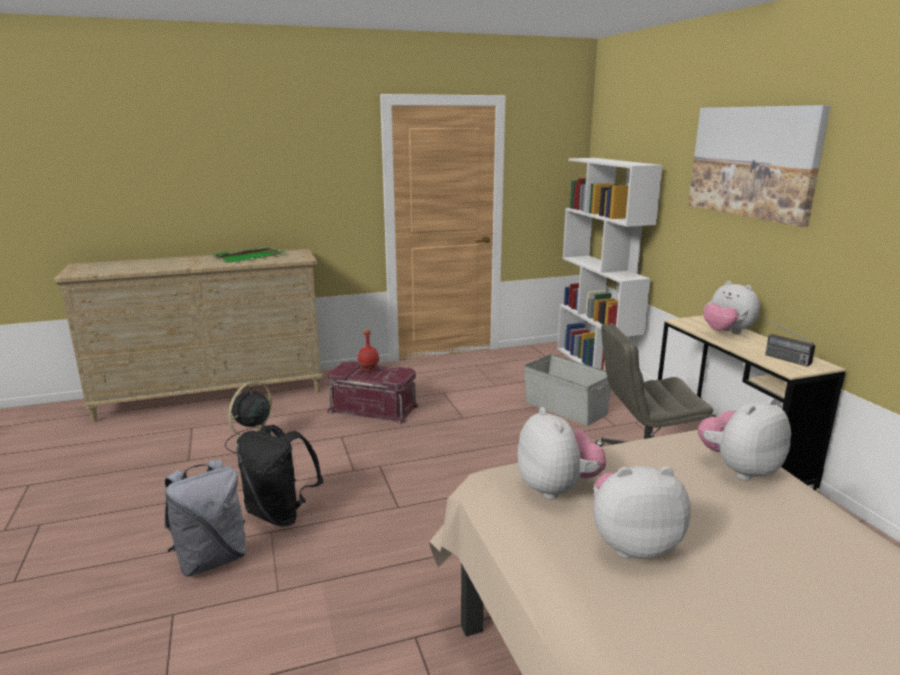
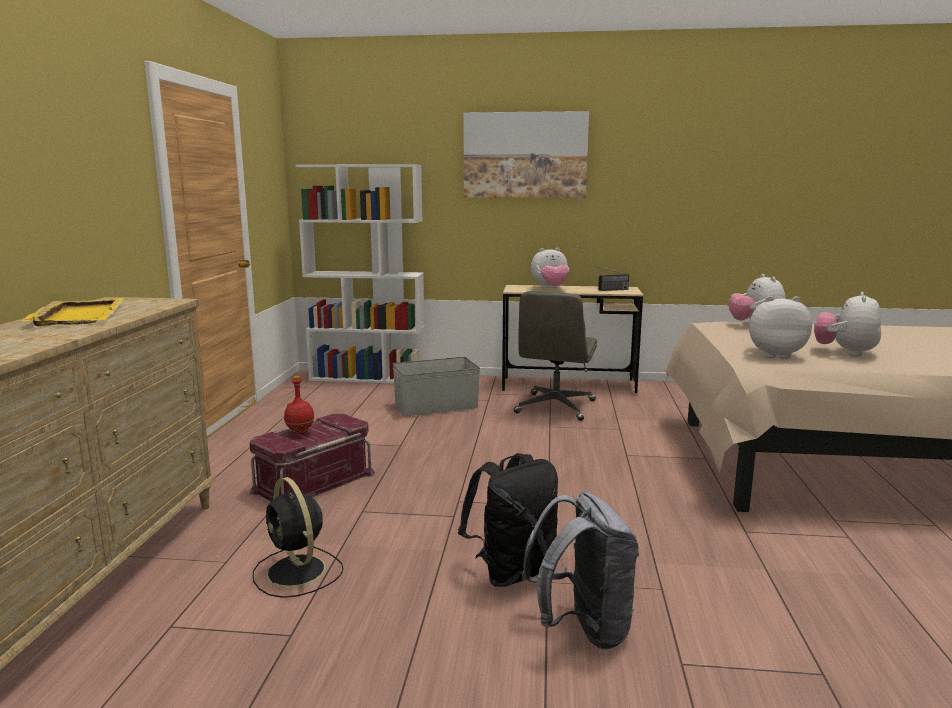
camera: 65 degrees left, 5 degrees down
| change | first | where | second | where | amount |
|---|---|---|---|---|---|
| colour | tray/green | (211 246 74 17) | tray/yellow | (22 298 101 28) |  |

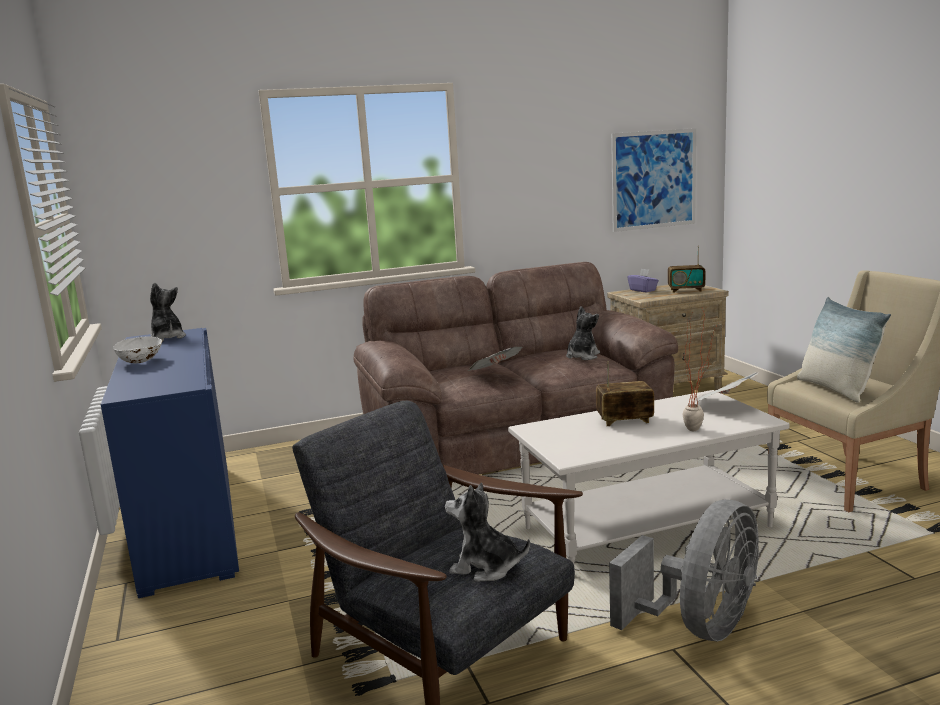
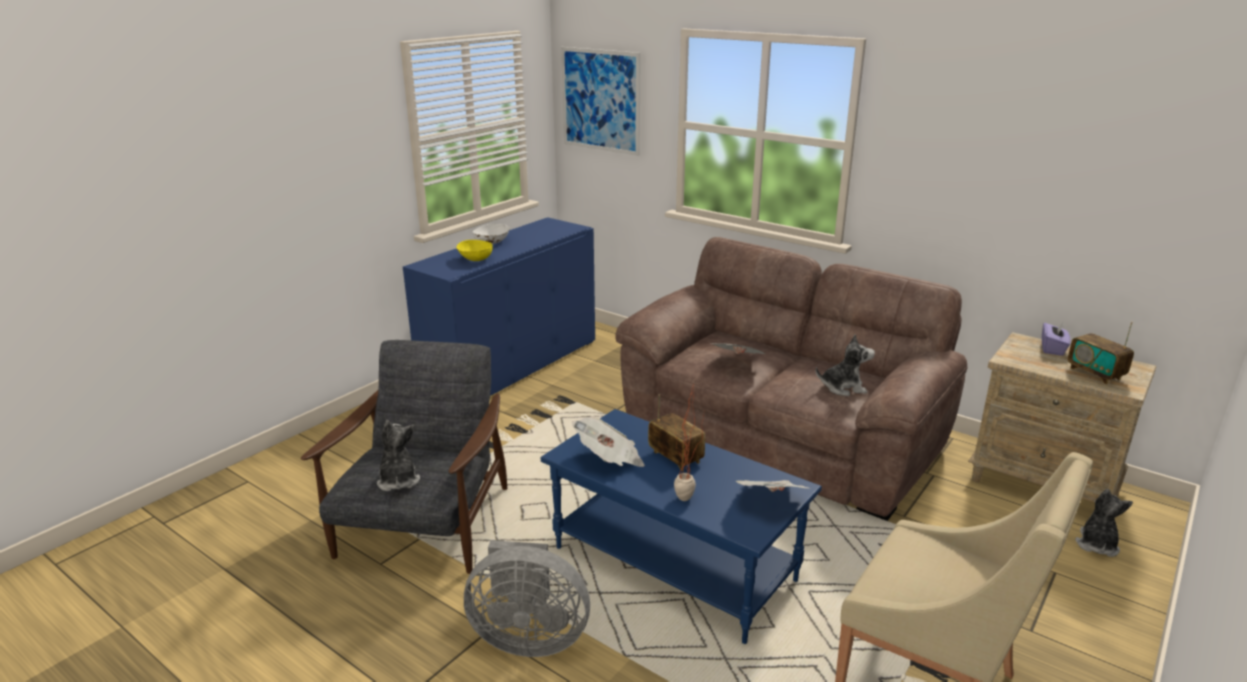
camera: 55 degrees right, 10 degrees up
| change | first | where | second | where | amount |
|---|---|---|---|---|---|
| missing | pillow | (797 297 94 106) |  |  |  |
| appeared |  |  | bowl/yellow | (456 240 37 21) |  |
| appeared |  |  | newspaper | (572 417 73 50) |  |
| relocated | plush toy | (150 283 36 58) |  | (1075 489 58 68) |  |
| relocated | picture | (611 128 85 104) |  | (561 47 80 109) |  |
| colour | coffee table/white | (508 390 282 174) | coffee table/blue | (541 409 281 235) |  |

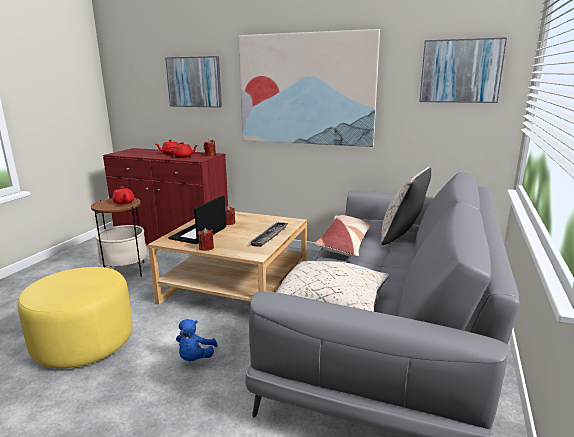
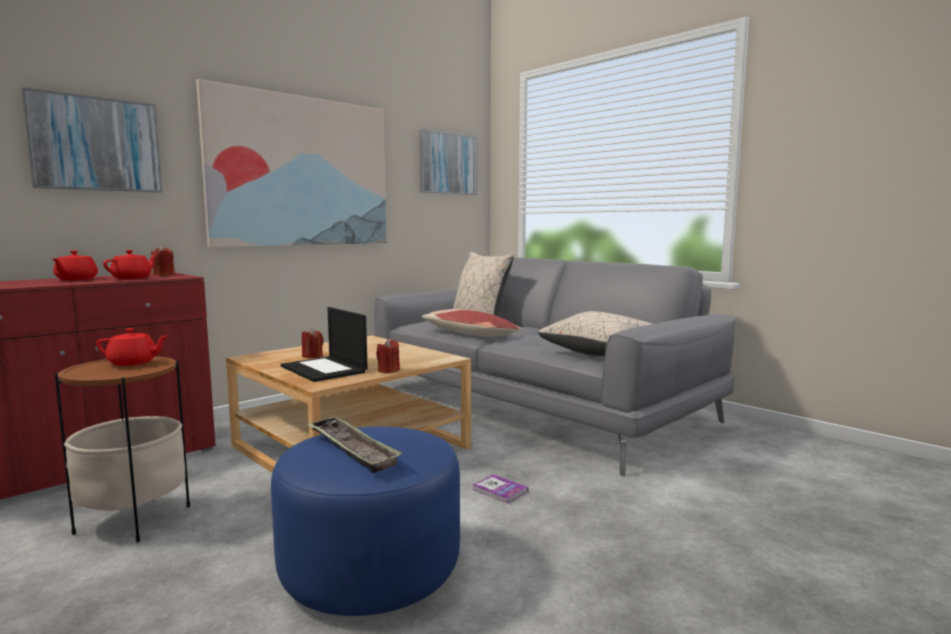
camera: 65 degrees left, 10 degrees down
| change | first | where | second | where | amount |
|---|---|---|---|---|---|
| relocated | tray | (249 222 39 25) |  | (307 416 96 57) |  |
| exchanged | plush toy/blue | (176 319 42 42) | book | (472 475 56 28) |  |
| colour | ottoman/yellow | (17 267 116 102) | ottoman/blue | (271 426 189 190) |  |

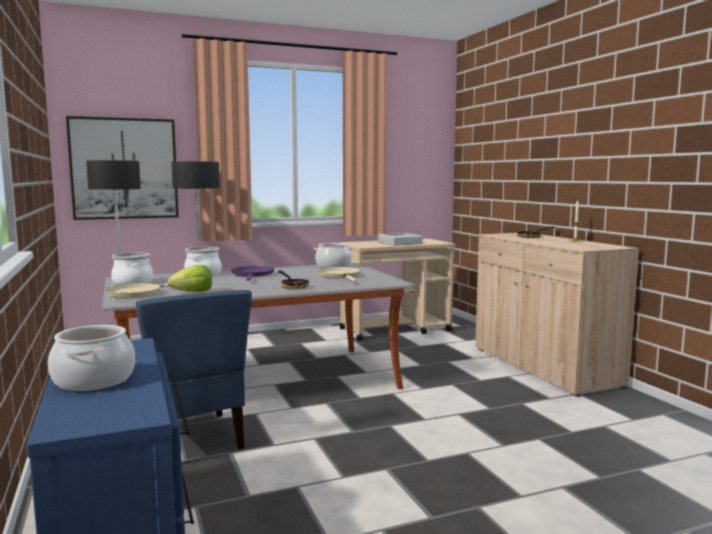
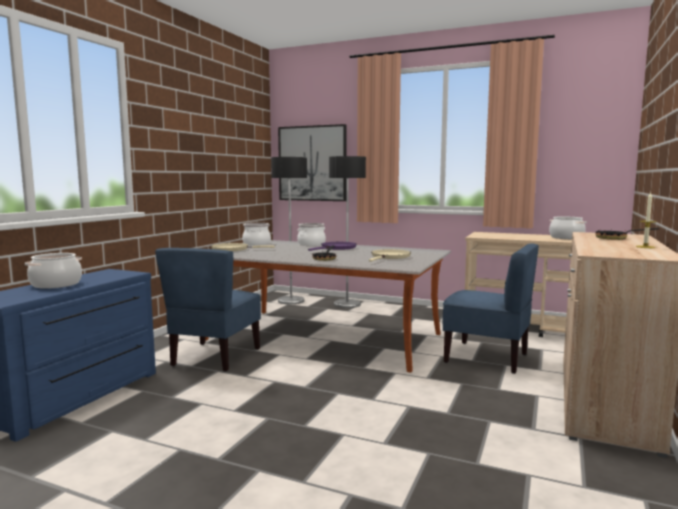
camera: 45 degrees right, 0 degrees up
| change | first | where | second | where | amount |
|---|---|---|---|---|---|
| missing | lettuce | (167 265 45 27) |  |  |  |
| missing | tray/grey | (378 233 45 13) |  |  |  |
| appeared |  |  | chair/blue | (442 243 97 131) |  |
| relocated | cooking pot | (314 243 39 25) |  | (549 216 38 23) |  |

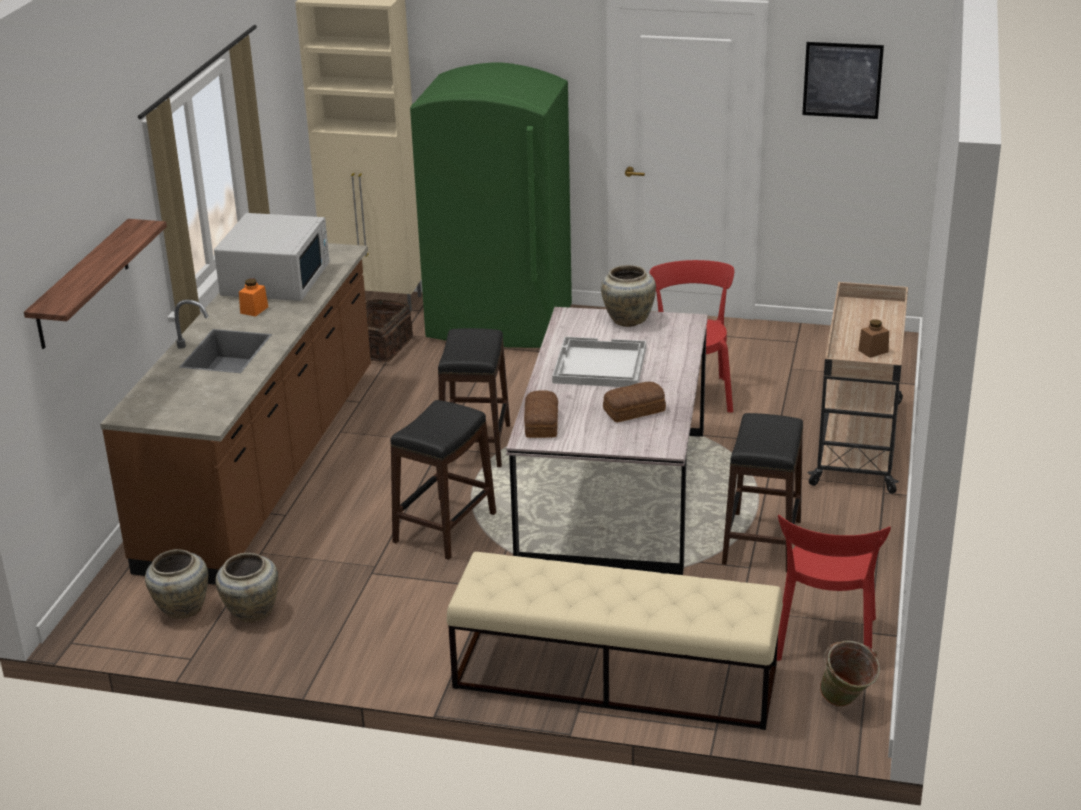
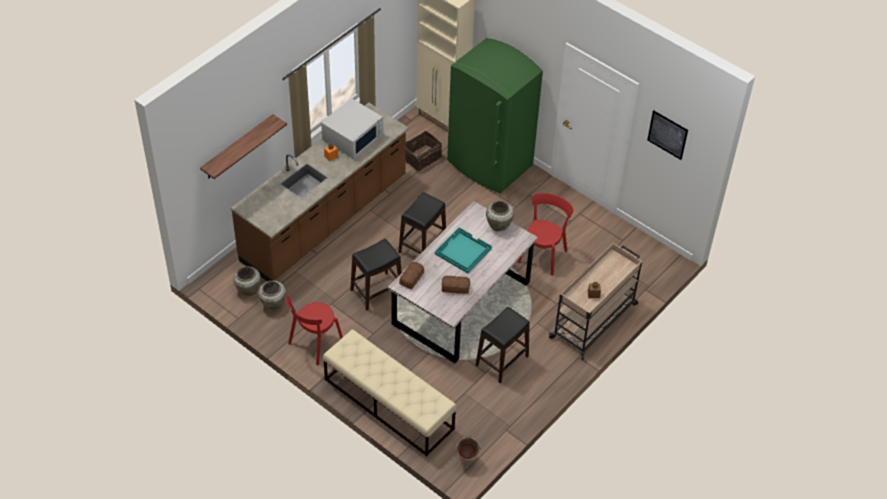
camera: 25 degrees right, 20 degrees up
| change | first | where | second | where | amount |
|---|---|---|---|---|---|
| relocated | chair/red | (777 515 114 146) |  | (286 295 57 71) |  |
| colour | tray/white | (552 337 94 50) | tray/turquoise | (435 227 57 47) |  |

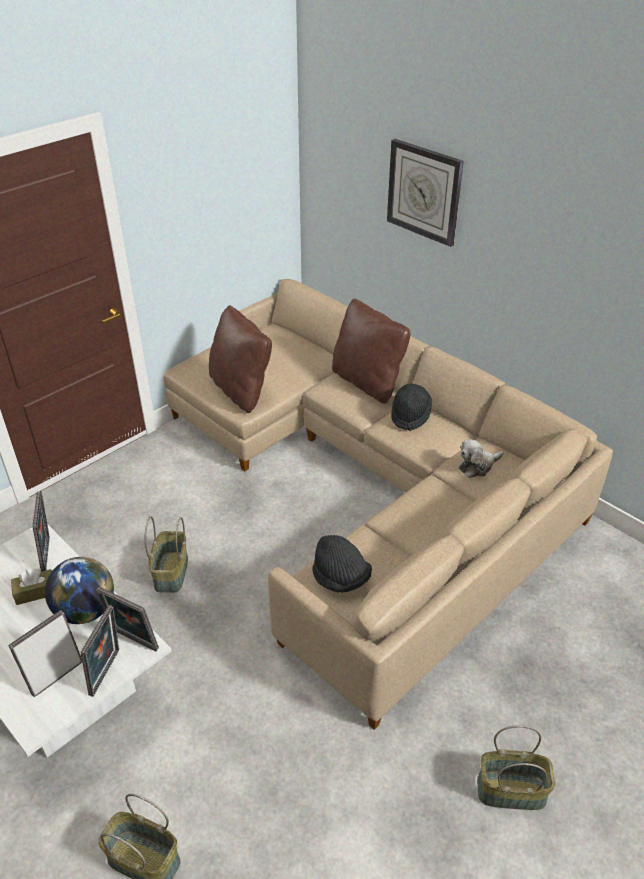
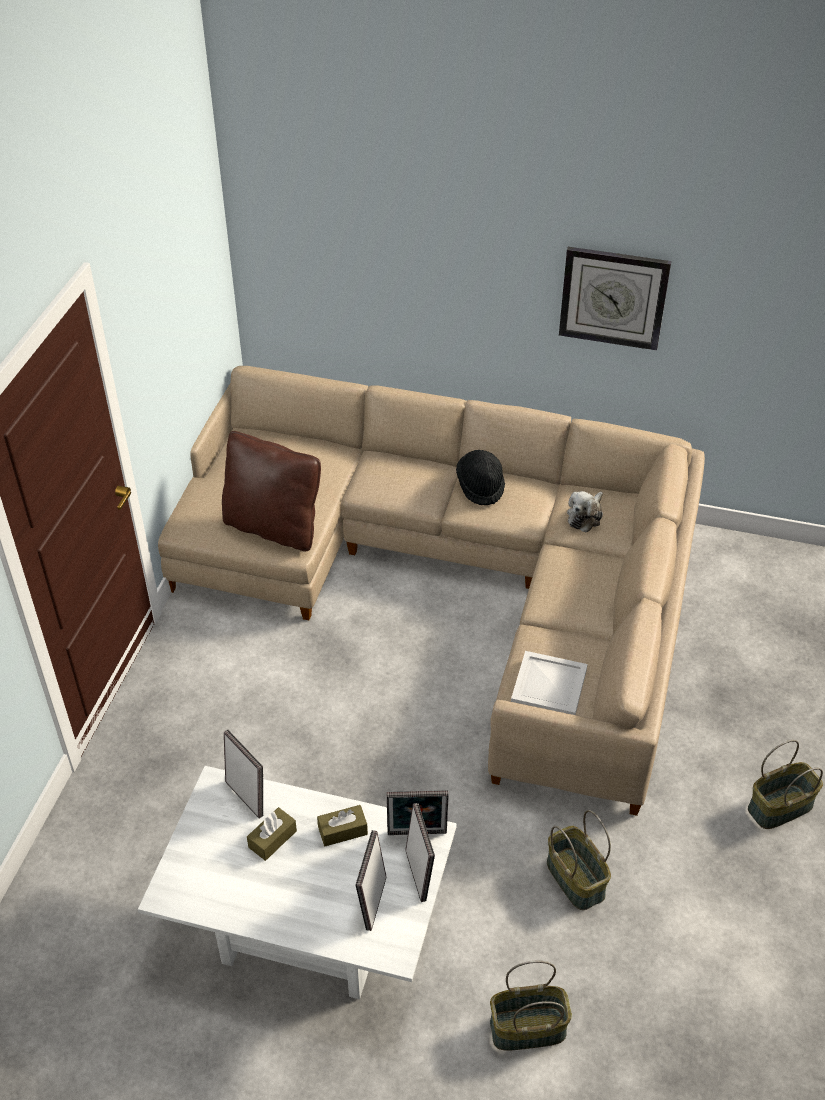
camera: 30 degrees left, 5 degrees up
| change | first | where | second | where | amount |
|---|---|---|---|---|---|
| missing | pillow/brown | (332 299 79 105) |  |  |  |
| relocated | basket | (145 516 43 77) |  | (547 810 64 100) |  |
| relocated | wall clock | (387 139 77 108) |  | (559 247 112 103) |  |
| exchanged | globe | (45 557 69 67) | tissue box/brown | (317 805 51 41) |  |
| exchanged | hat/black | (312 535 60 58) | tray/white | (511 651 77 64) |  |

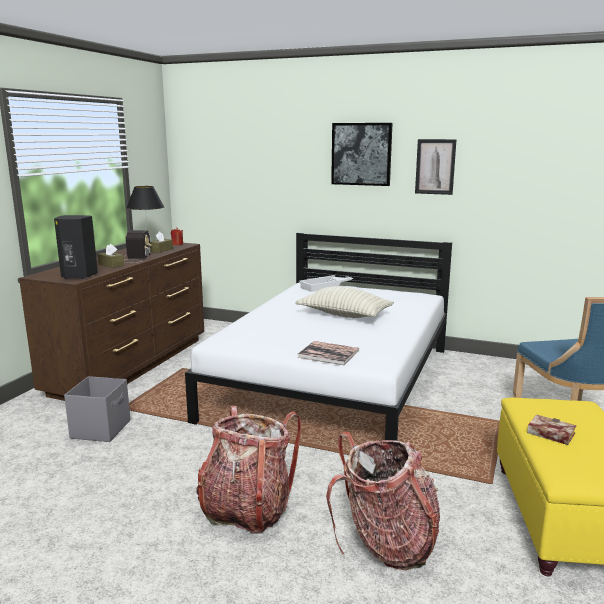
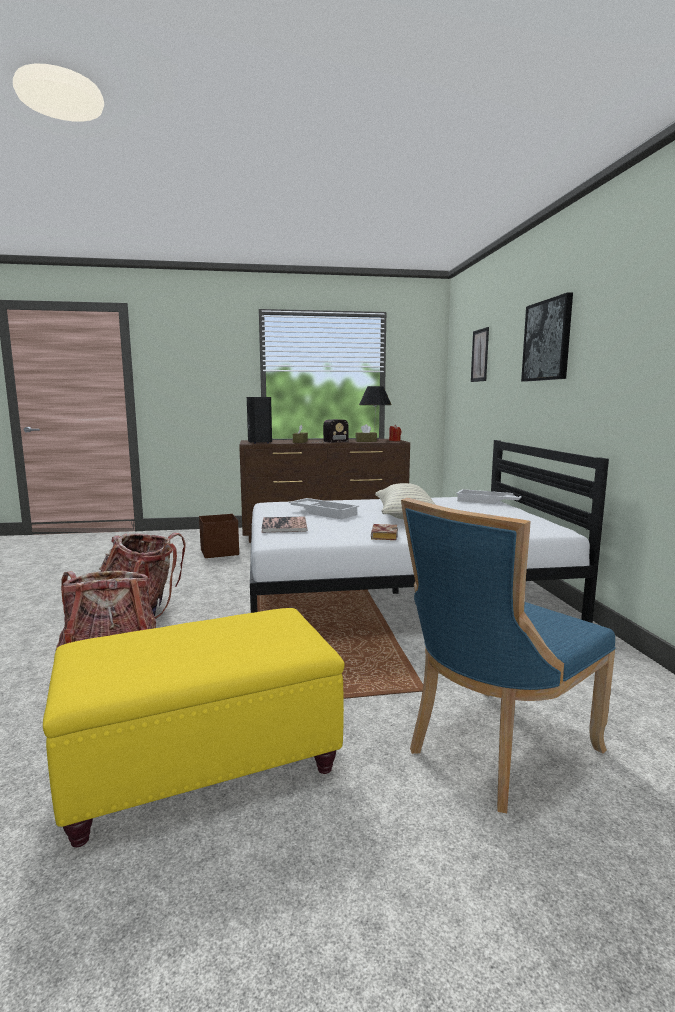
camera: 60 degrees right, 5 degrees down
| change | first | where | second | where | amount |
|---|---|---|---|---|---|
| appeared |  |  | tray/white | (289 498 70 21) |  |
| relocated | picture | (415 139 42 56) |  | (471 327 18 55) |  |
| relocated | book | (527 414 49 31) |  | (371 524 27 16) |  |
| colour | storage box/grey | (64 376 66 66) | storage box/brown | (199 514 40 44) |  |

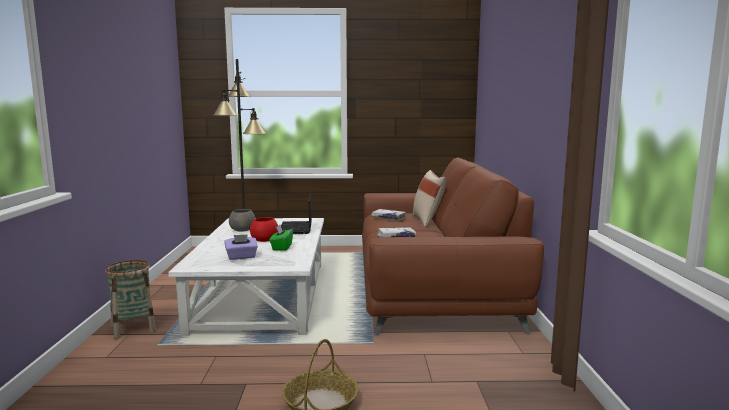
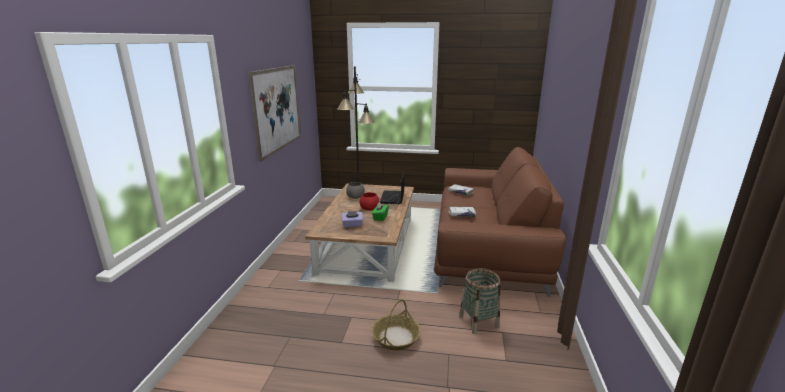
camera: 10 degrees right, 10 degrees up
| change | first | where | second | where | amount |
|---|---|---|---|---|---|
| missing | pillow/beige | (413 170 33 57) |  |  |  |
| appeared |  |  | picture | (248 65 53 96) |  |
| relocated | basket | (105 260 51 79) |  | (459 268 41 66) |  |
| colour | coffee table/white | (168 218 156 118) | coffee table/brown | (305 184 109 98) |  |

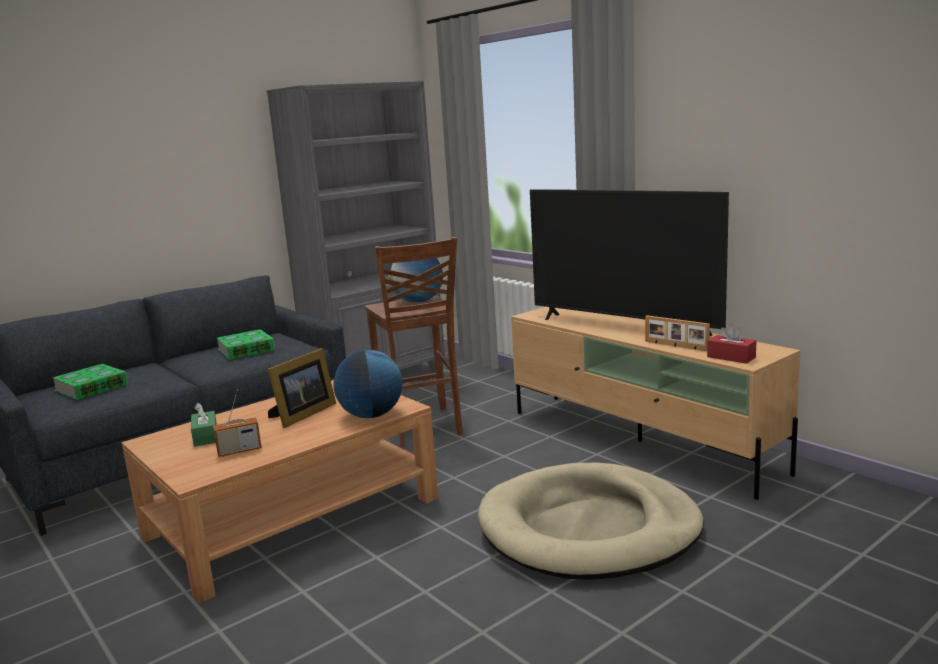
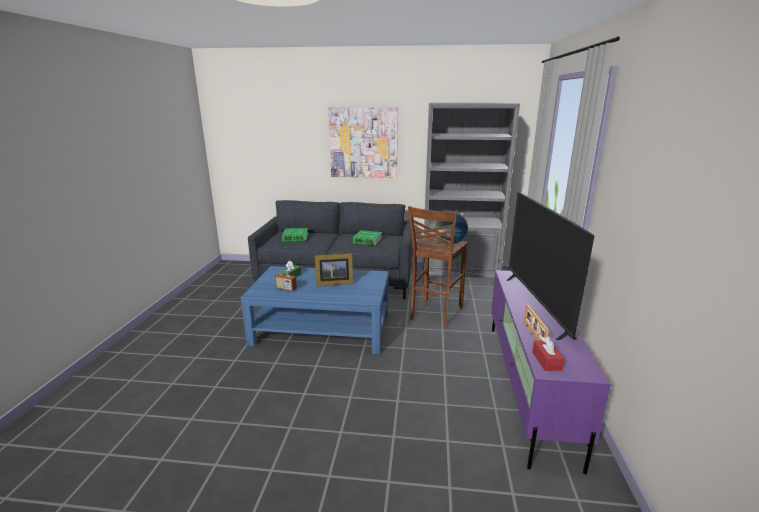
camera: 45 degrees right, 5 degrees up
| change | first | where | second | where | amount |
|---|---|---|---|---|---|
| missing | globe | (333 350 69 68) |  |  |  |
| missing | dog bed/beige | (478 463 226 117) |  |  |  |
| appeared |  |  | picture | (329 107 69 71) |  |
| colour | coffee table/brown | (122 380 316 223) | coffee table/blue | (241 266 147 88) |  |
| colour | tv stand/beige | (511 307 290 193) | tv stand/purple | (491 270 120 204) |  |

